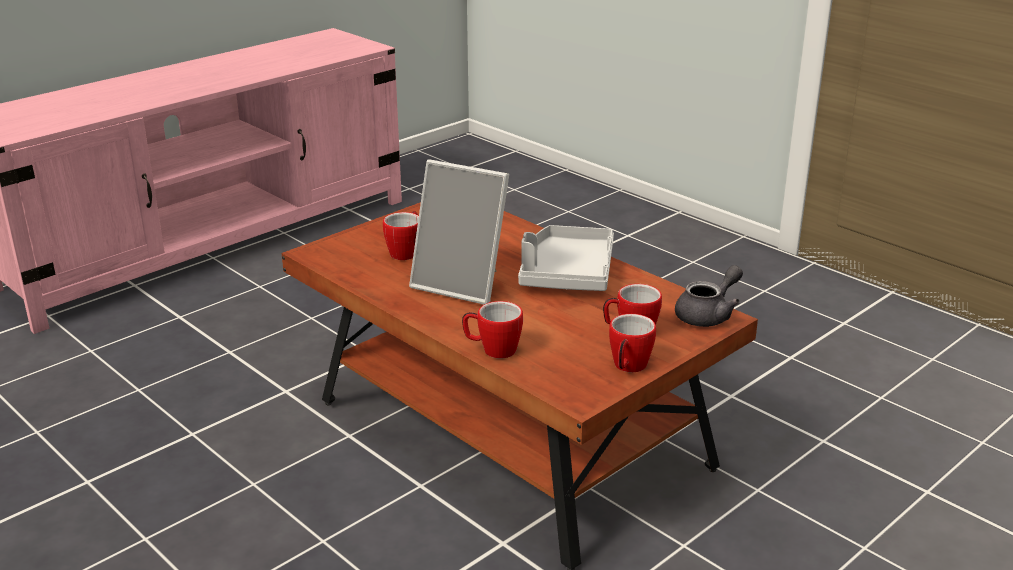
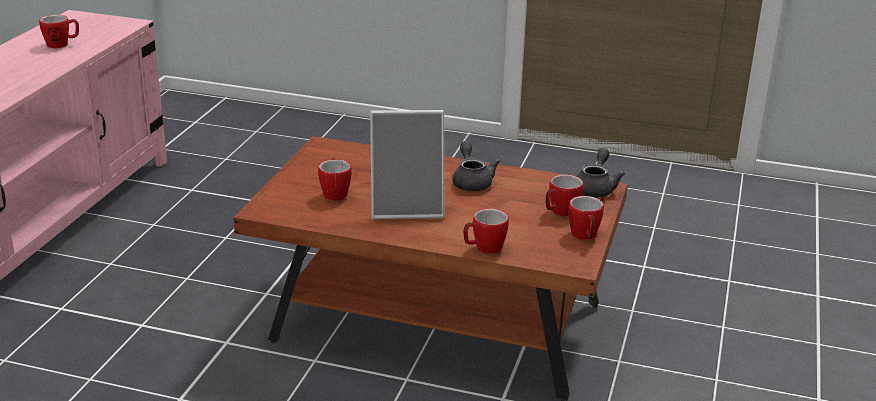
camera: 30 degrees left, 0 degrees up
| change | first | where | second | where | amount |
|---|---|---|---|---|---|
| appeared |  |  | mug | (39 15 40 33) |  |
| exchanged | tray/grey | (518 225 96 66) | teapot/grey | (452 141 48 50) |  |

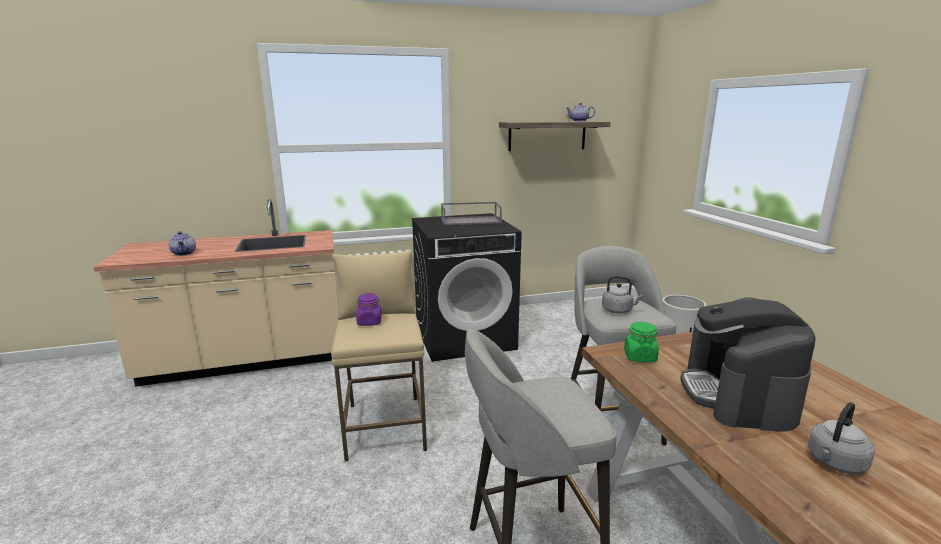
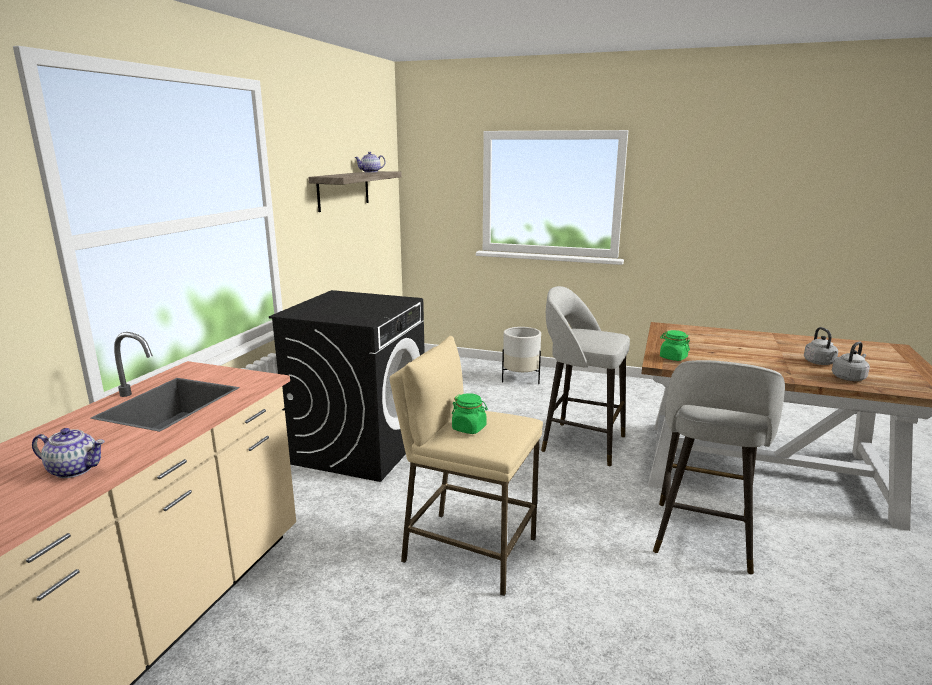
camera: 55 degrees left, 0 degrees up
| change | first | where | second | where | amount |
|---|---|---|---|---|---|
| missing | tray/grey | (441 202 61 23) |  |  |  |
| missing | coffee machine | (680 297 136 134) |  |  |  |
| relocated | kettle/grey | (602 276 42 38) |  | (832 342 38 39) |  |
| colour | jar/purple | (356 293 26 33) | jar/green | (452 393 36 41) |  |

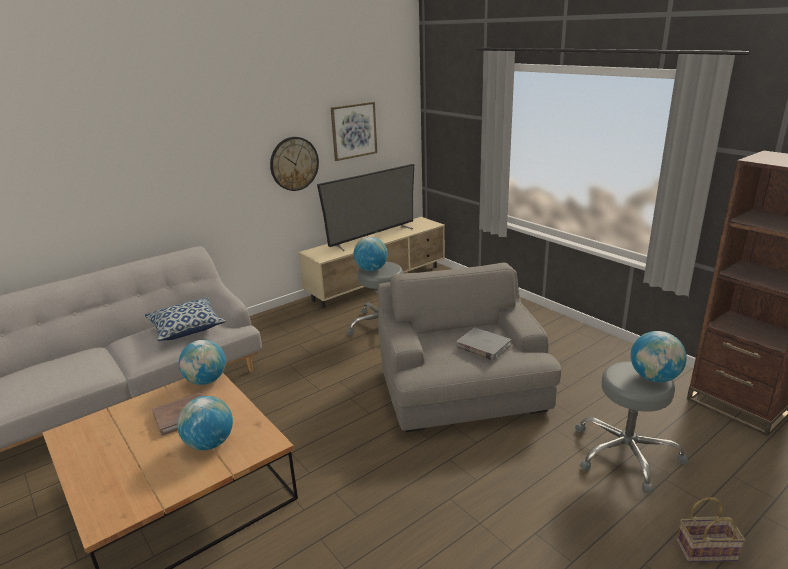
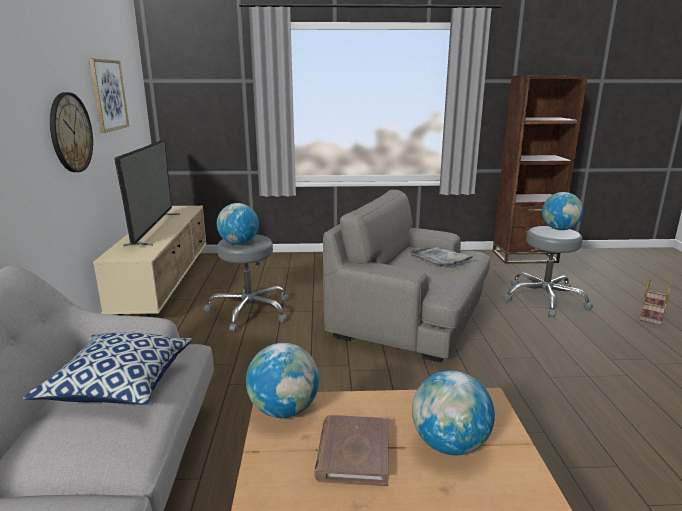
camera: 55 degrees left, 5 degrees down
| change | first | where | second | where | amount |
|---|---|---|---|---|---|
| exchanged | book/grey | (456 327 55 34) | tray/grey | (409 246 66 21) |  |

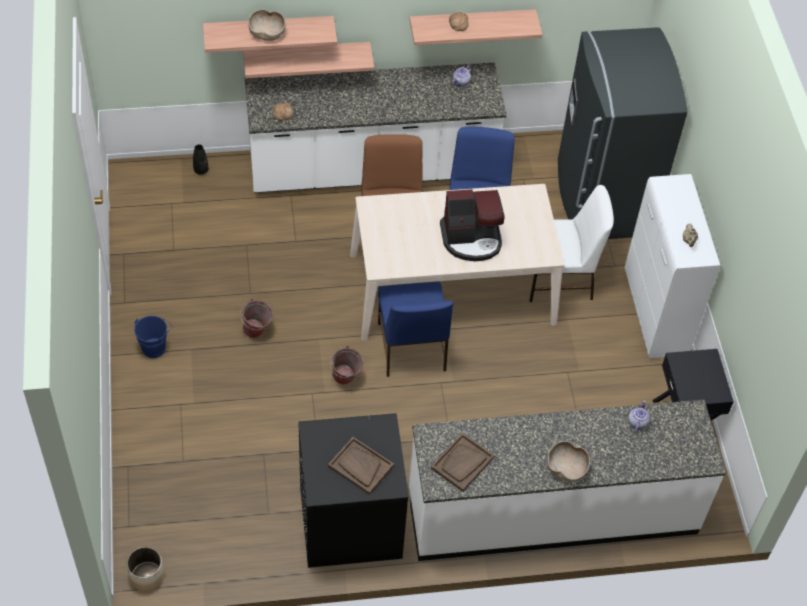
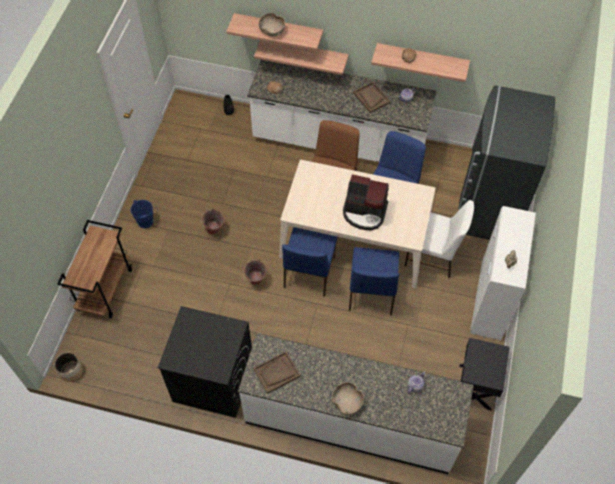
camera: 25 degrees right, 5 degrees up
| change | first | where | second | where | amount |
|---|---|---|---|---|---|
| appeared |  |  | cart/brown | (57 220 75 98) |  |
| appeared |  |  | chair/blue | (349 247 50 68) |  |
| relocated | tray/brown | (328 437 66 58) |  | (353 82 38 31) |  |

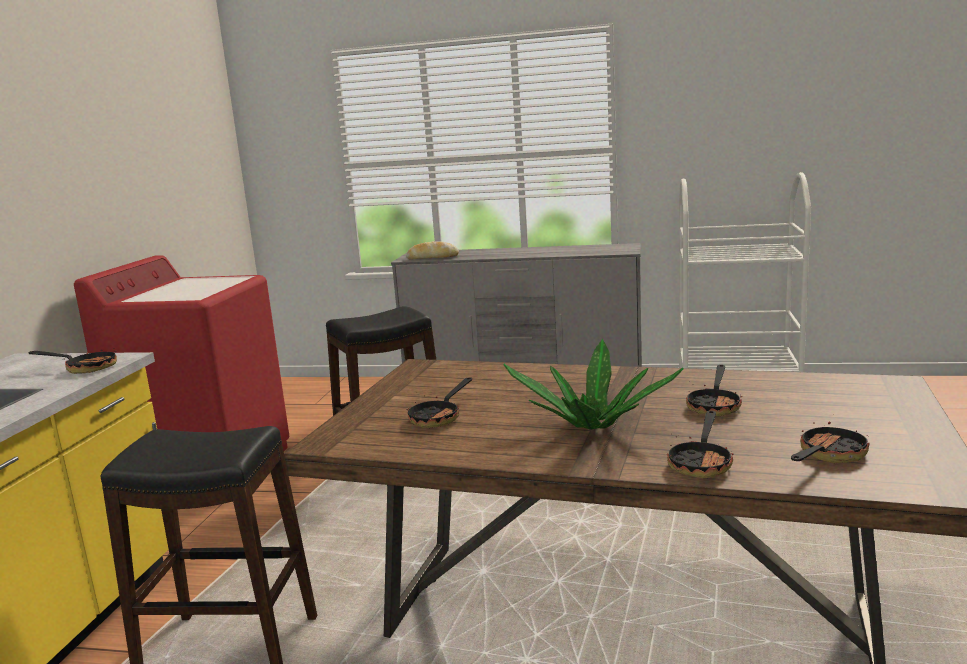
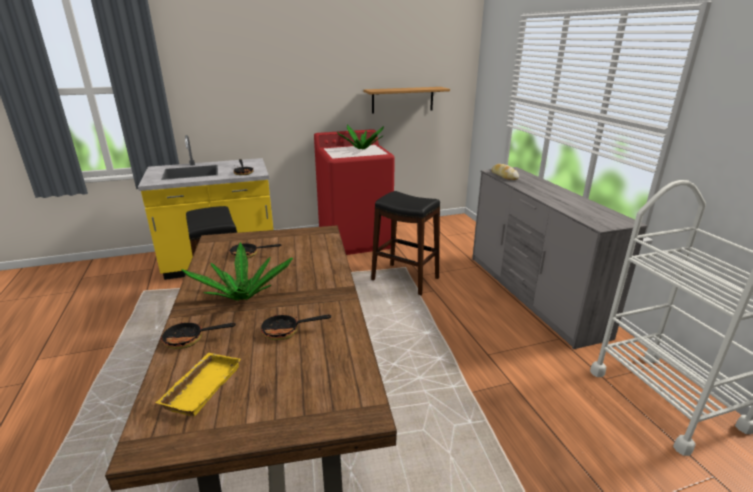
camera: 60 degrees right, 10 degrees up
| change | first | where | second | where | amount |
|---|---|---|---|---|---|
| appeared |  |  | potted plant | (337 125 47 25) |  |
| appeared |  |  | shelf | (363 87 87 27) |  |
| exchanged | frying pan | (791 422 79 41) | tray/yellow | (156 353 85 63) |  |

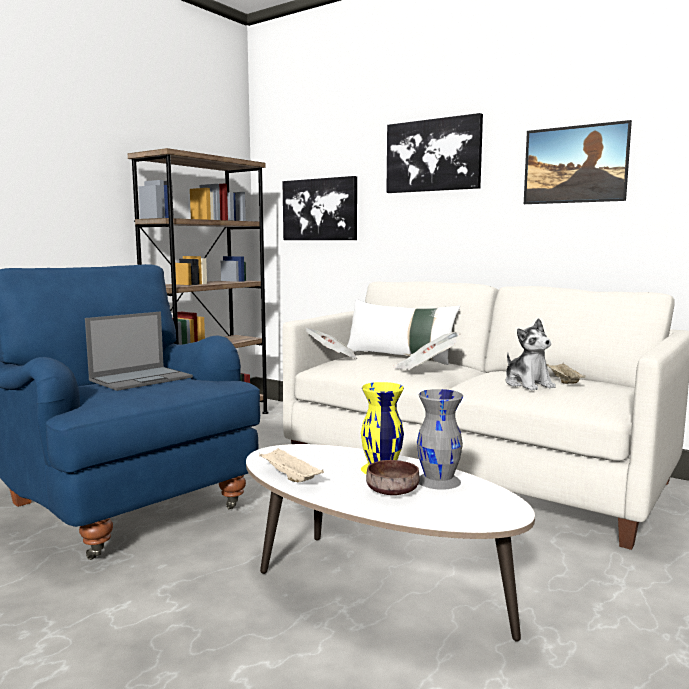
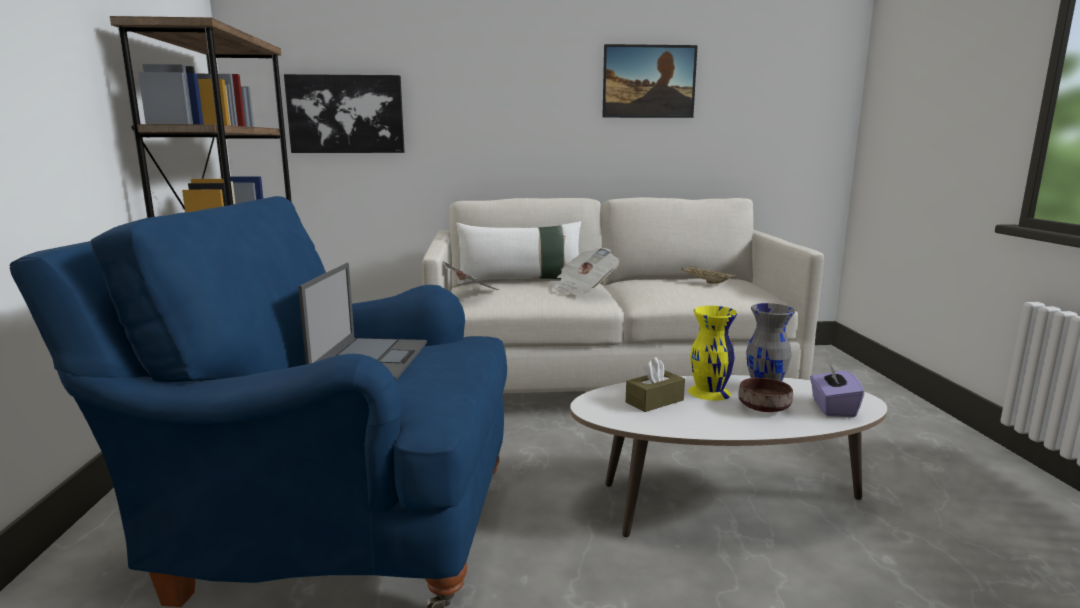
camera: 40 degrees left, 5 degrees up
| change | first | where | second | where | amount |
|---|---|---|---|---|---|
| missing | tray/beige | (259 448 65 34) |  |  |  |
| missing | picture | (386 113 97 80) |  |  |  |
| missing | plush toy | (506 318 50 72) |  |  |  |
| appeared |  |  | tissue box/brown | (626 357 59 55) |  |
| appeared |  |  | tissue box/purple | (810 363 54 54) |  |

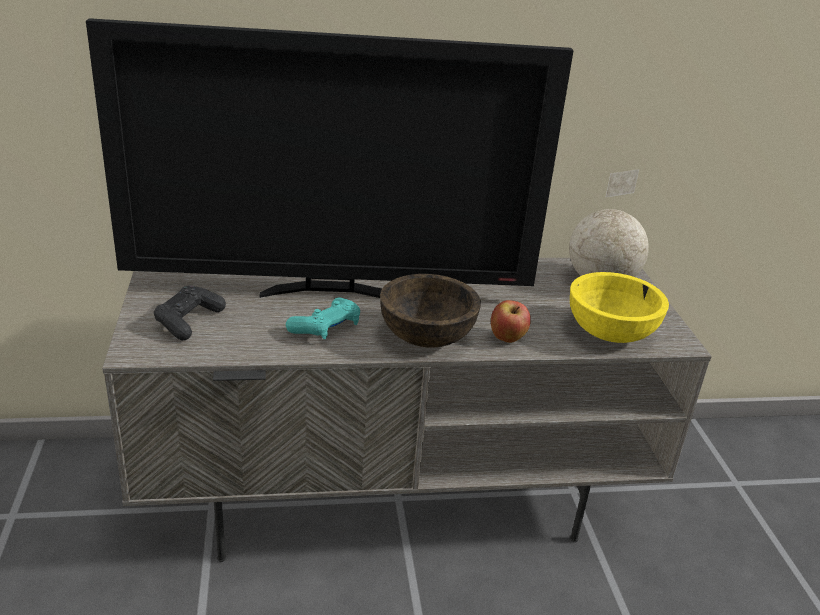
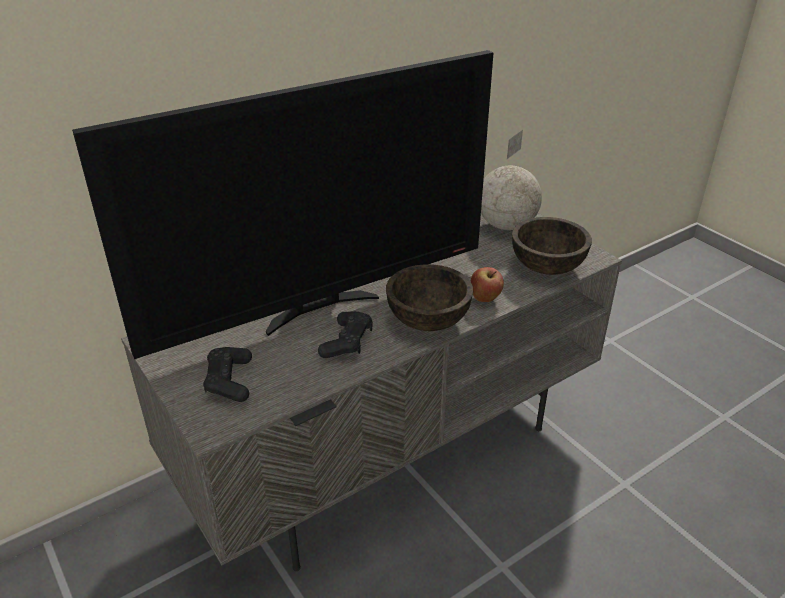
camera: 25 degrees left, 5 degrees up
| change | first | where | second | where | amount |
|---|---|---|---|---|---|
| colour | game controller/turquoise | (286 297 74 42) | game controller/black | (318 312 55 46) |  |
| colour | bowl/yellow | (570 272 99 71) | bowl/brown | (512 217 80 58) |  |

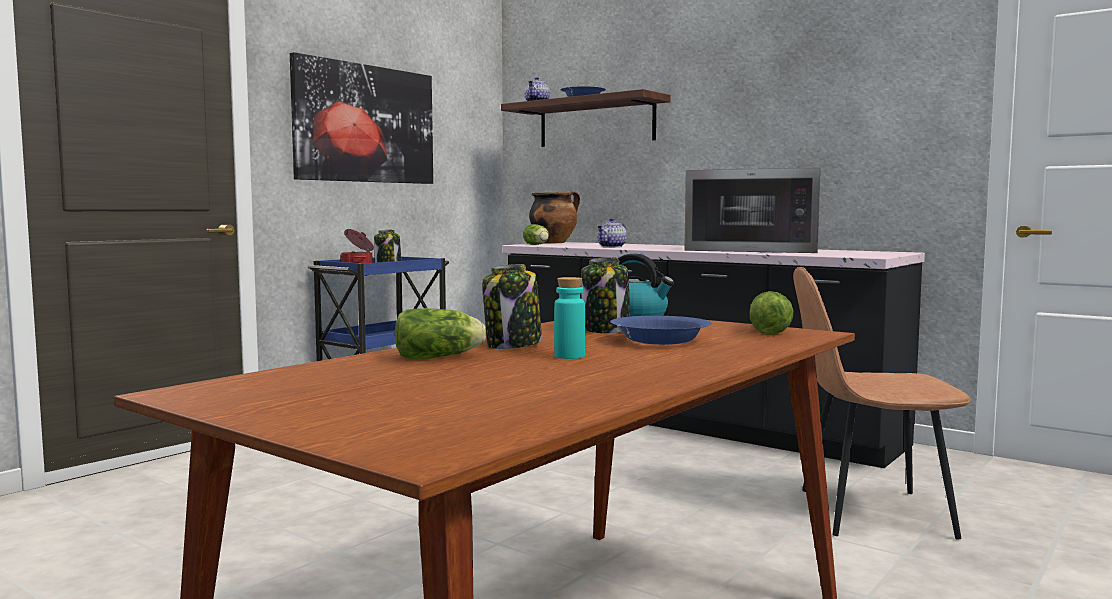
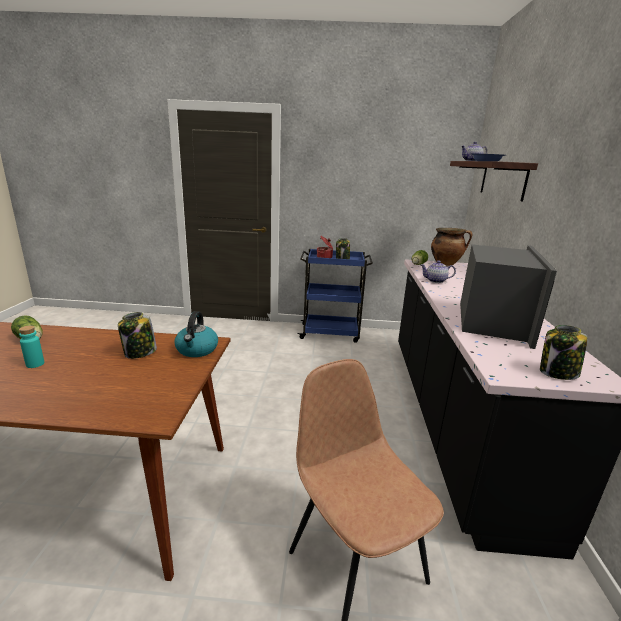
camera: 55 degrees right, 15 degrees up
| change | first | where | second | where | amount |
|---|---|---|---|---|---|
| missing | picture | (290 52 143 132) |  |  |  |
| missing | bowl/blue | (610 316 102 29) |  |  |  |
| missing | lettuce | (750 291 44 44) |  |  |  |
| relocated | jar | (482 264 60 85) |  | (540 325 48 55) |  |
| spun | microwave | (684 168 137 85) |  | (460 244 97 105) | 150 degrees counterclockwise |

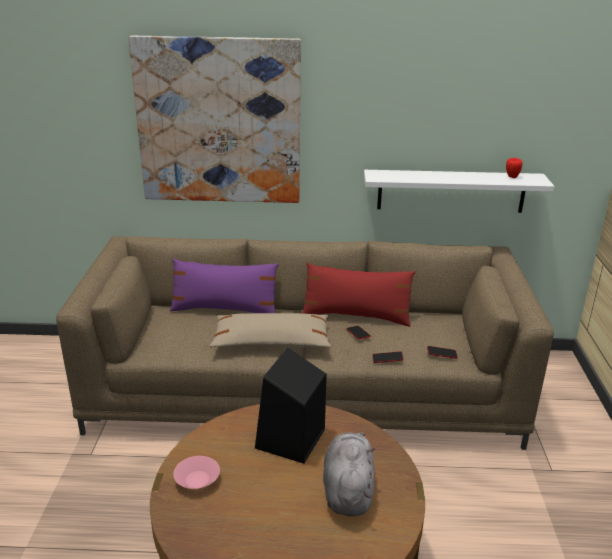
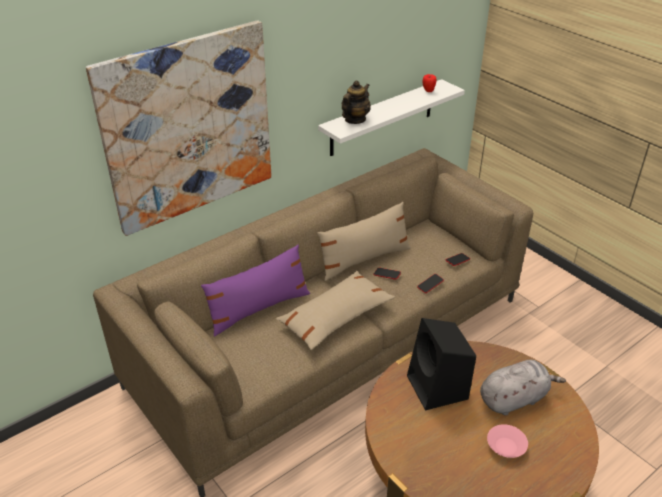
camera: 40 degrees left, 10 degrees up
| change | first | where | second | where | amount |
|---|---|---|---|---|---|
| appeared |  |  | teapot | (342 81 29 43) |  |
| relocated | bowl/pink | (173 456 47 33) |  | (487 424 41 34) |  |
| colour | pillow/red | (302 263 113 63) | pillow/beige | (317 202 94 79) |  |
| spun | plush toy/grey | (323 432 52 84) |  | (480 360 86 56) | 105 degrees clockwise |

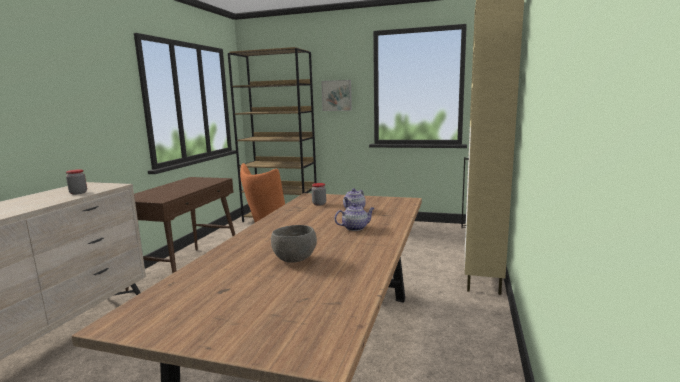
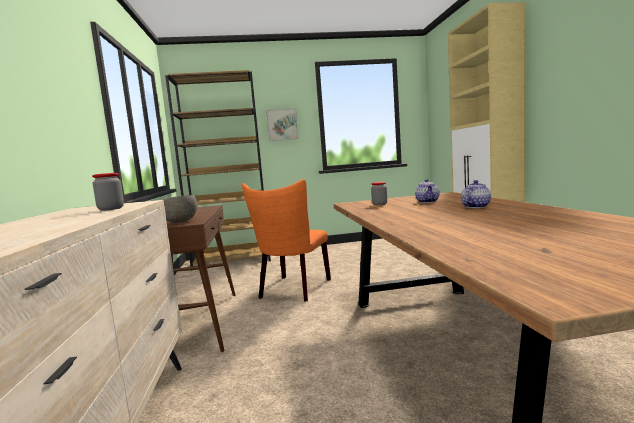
camera: 25 degrees left, 5 degrees down
| change | first | where | second | where | amount |
|---|---|---|---|---|---|
| relocated | bowl/grey | (271 225 46 38) |  | (160 195 38 28) |  |

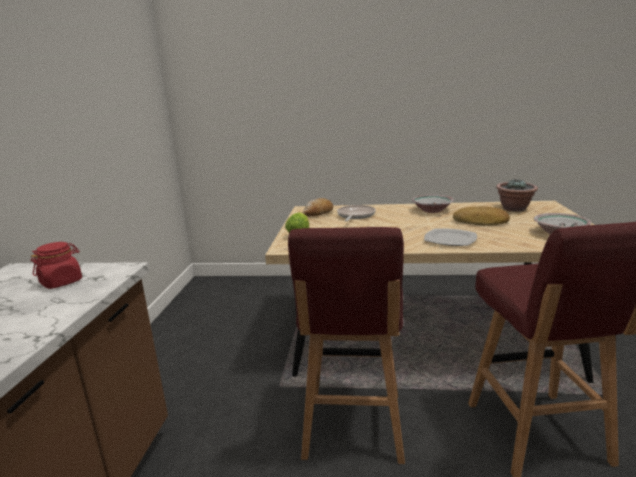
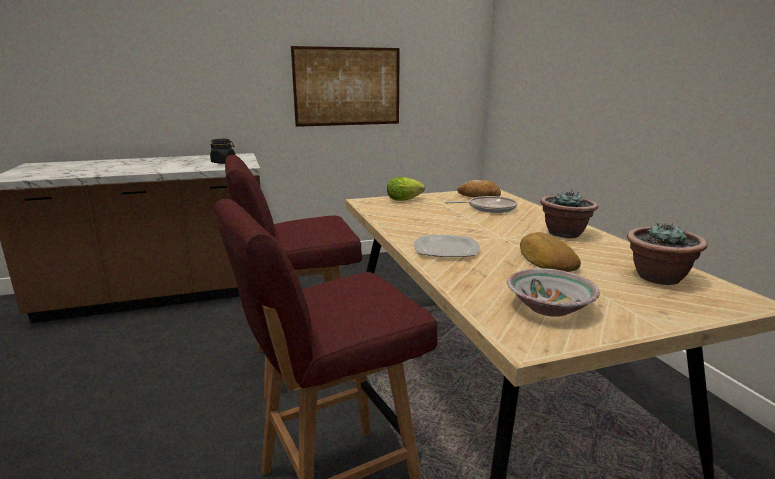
camera: 65 degrees right, 0 degrees up
| change | first | where | second | where | amount |
|---|---|---|---|---|---|
| appeared |  |  | picture | (291 46 109 81) |  |
| exchanged | bowl | (412 195 42 18) | potted plant | (540 190 58 48) |  |
| colour | jar/red | (31 242 51 47) | jar/black | (210 139 26 25) |  |

